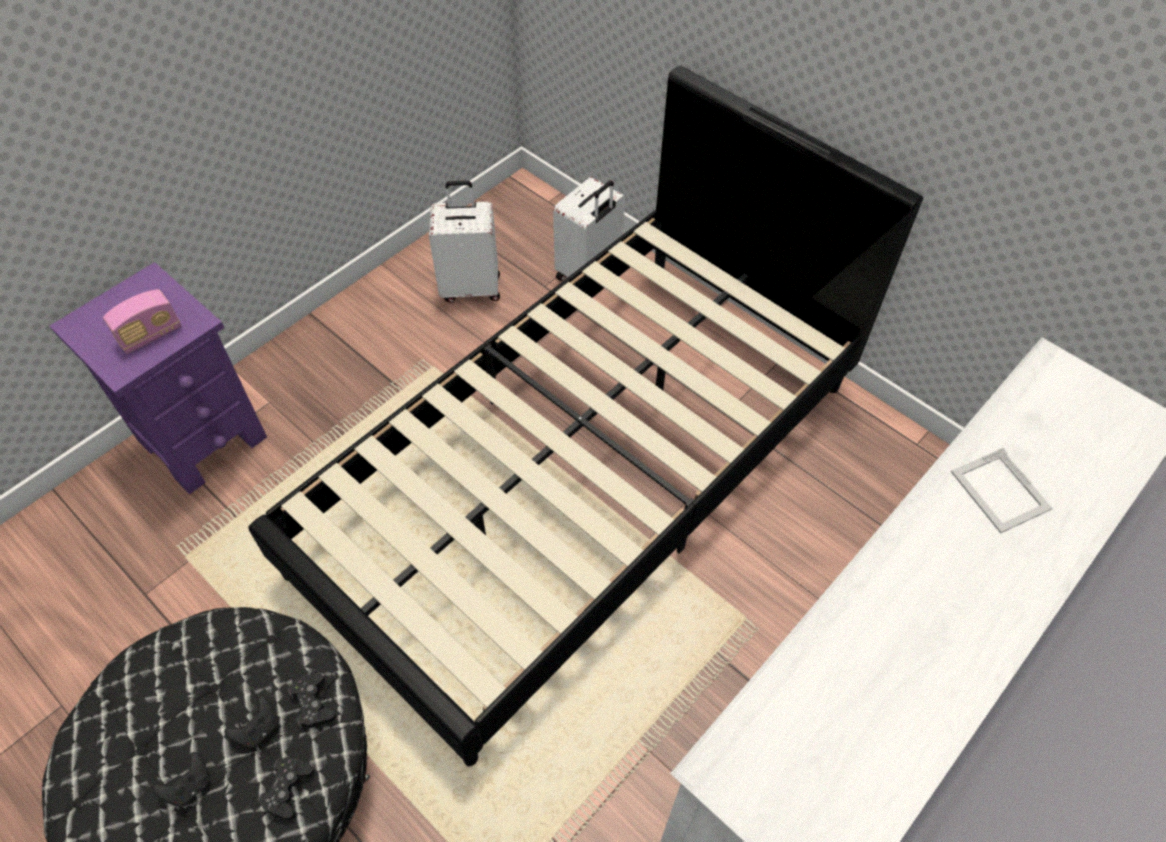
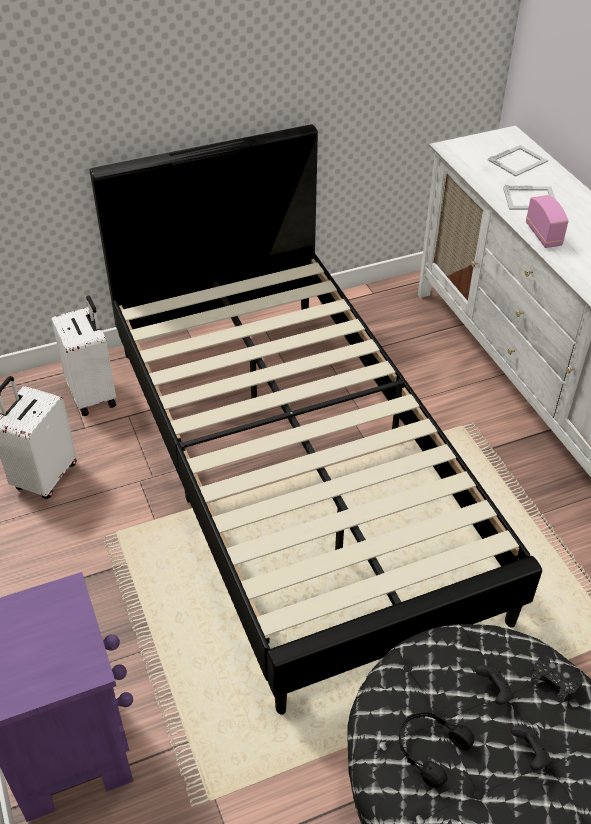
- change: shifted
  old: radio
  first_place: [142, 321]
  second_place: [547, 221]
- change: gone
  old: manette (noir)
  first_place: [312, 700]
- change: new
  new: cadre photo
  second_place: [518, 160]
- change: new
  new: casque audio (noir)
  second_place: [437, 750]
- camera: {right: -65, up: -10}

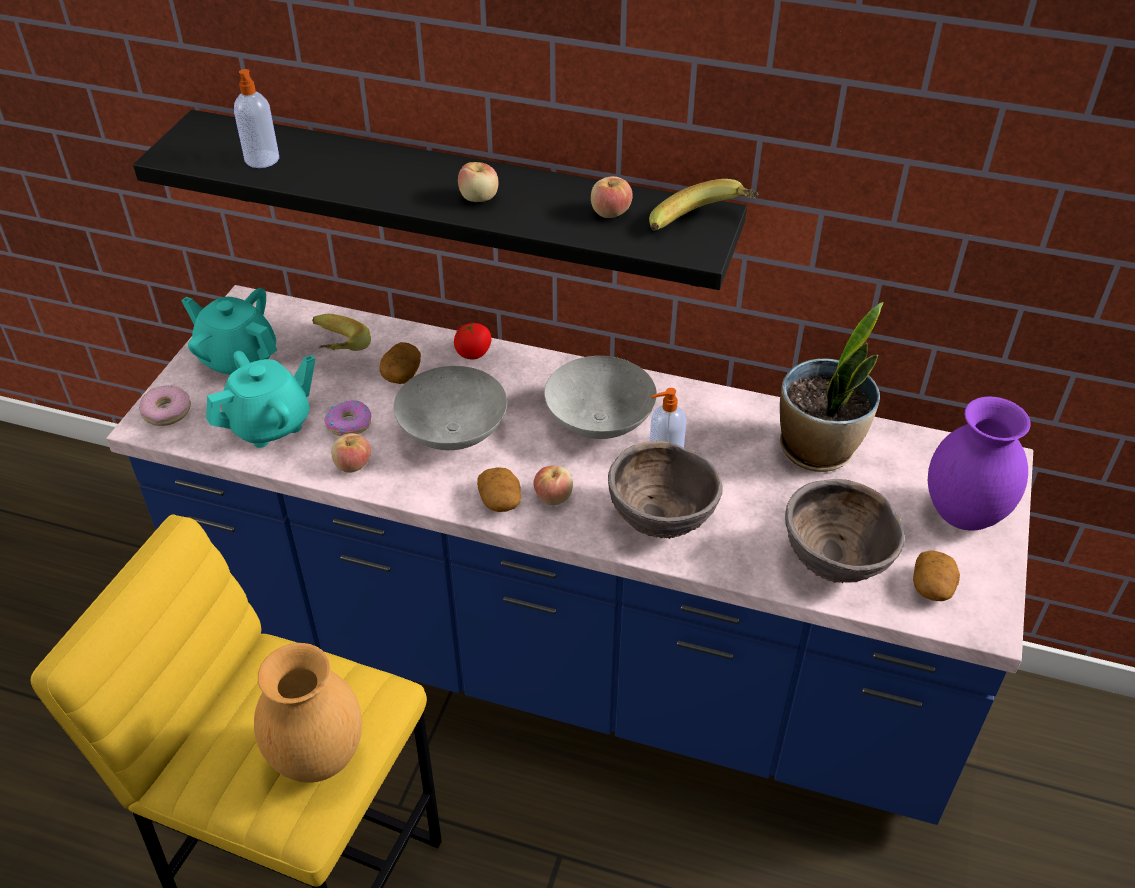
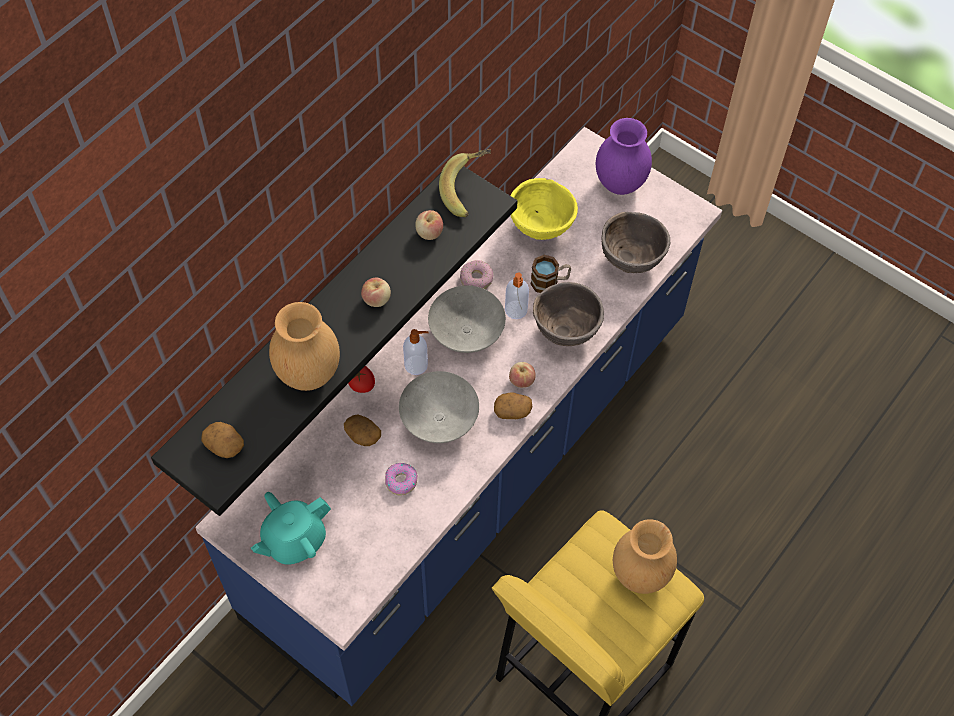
- change: shifted
  old: distributeur de savon
  first_place: [256, 118]
  second_place: [416, 352]
- change: swapped
  old: plante en pot
  new: bol (jaune)
  first_place: [831, 387]
  second_place: [544, 209]
- change: gone
  old: banane
  first_place: [341, 332]
- change: gone
  old: théière (turquoise)
  first_place: [260, 399]
- change: shifted
  old: beignet
  first_place: [165, 405]
  second_place: [476, 274]
- change: gone
  old: pomme
  first_place: [351, 453]
- change: shifted
  old: pomme de terre
  first_place: [936, 575]
  second_place: [222, 440]
- change: new
  new: mug
  second_place: [551, 274]
- change: new
  new: vase (marron)
  second_place: [304, 346]
- camera: {right: -70, up: 15}

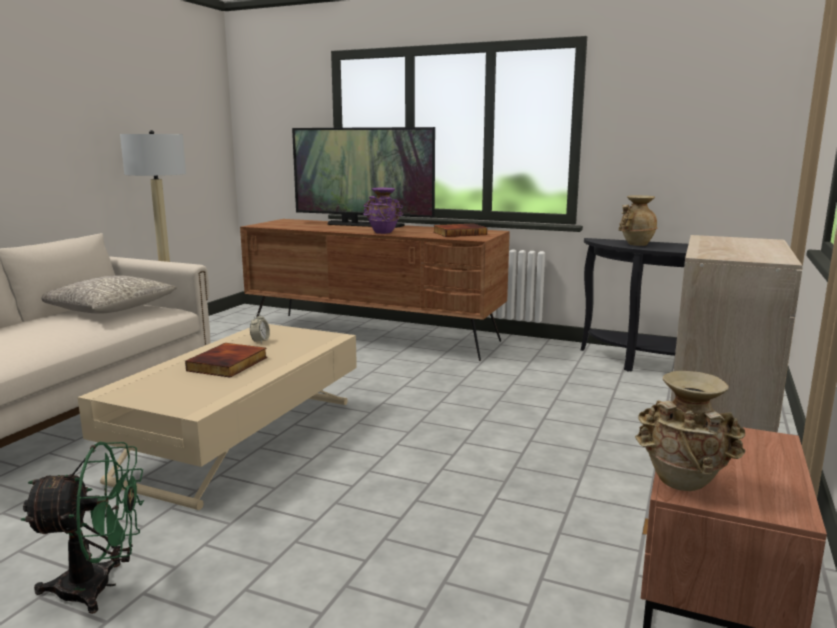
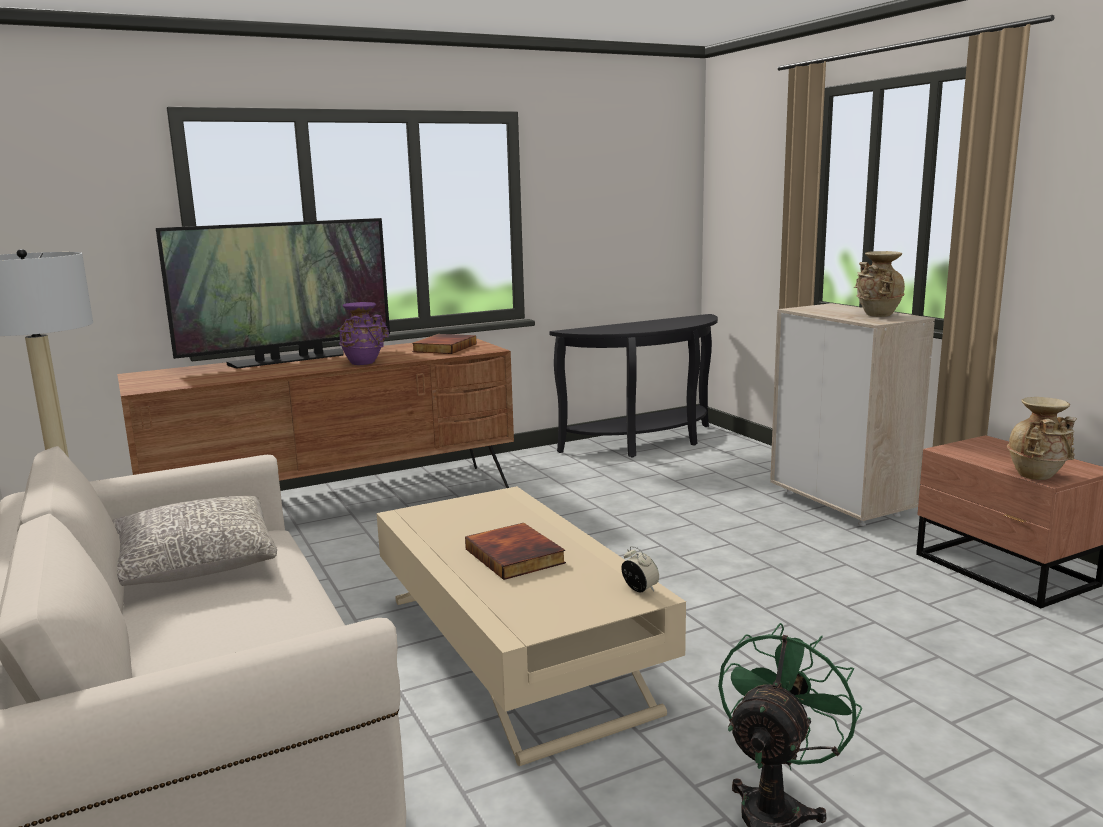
- change: shifted
  old: vase (beige)
  first_place: [638, 220]
  second_place: [879, 284]
- change: shifted
  old: réveil
  first_place: [260, 328]
  second_place: [640, 569]
- camera: {right: -50, up: 0}

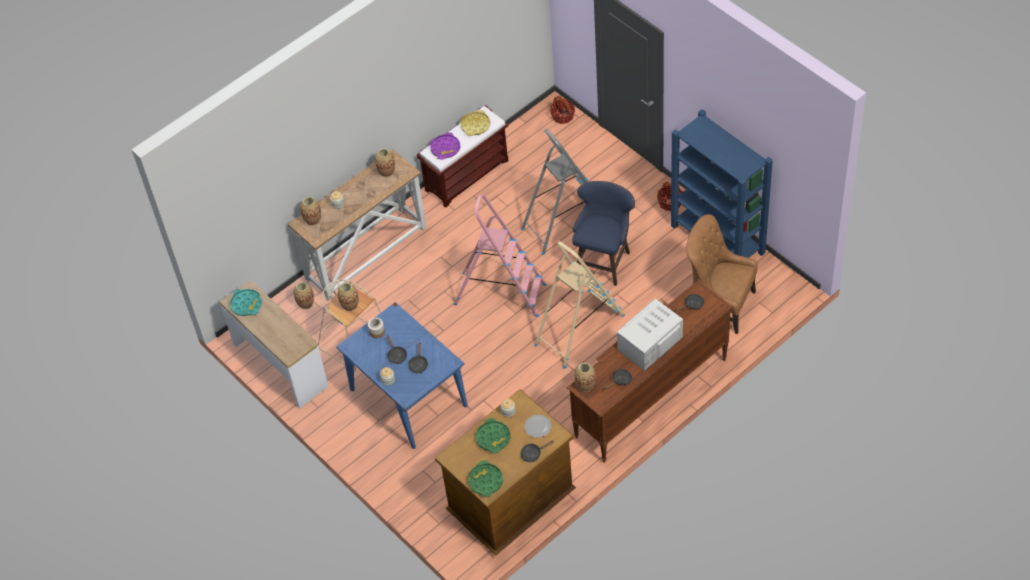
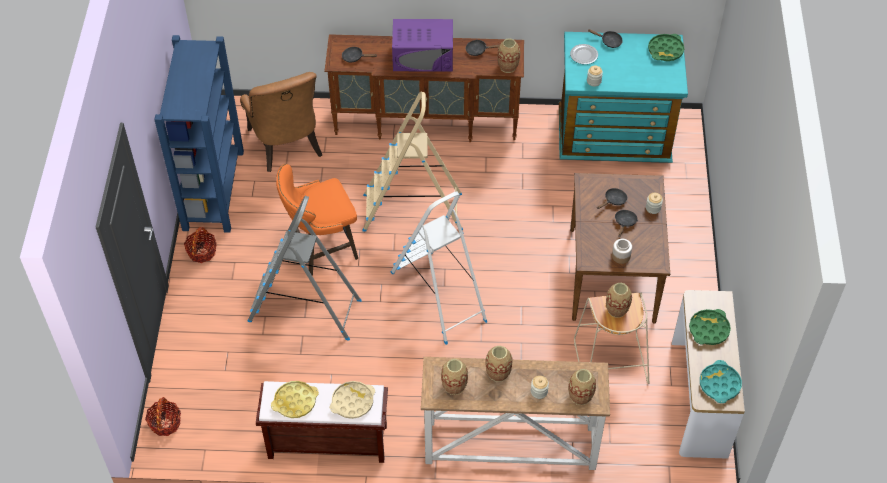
- change: repainted
  old: plateau (violet)
  new: plateau (beige)
  first_place: [445, 146]
  second_place: [352, 400]
- change: repainted
  old: tabouret (bleu)
  new: tabouret (orange)
  first_place: [603, 233]
  second_place: [317, 220]
- change: repainted
  old: escabeau (rose)
  new: escabeau (blanc)
  first_place: [500, 256]
  second_place: [439, 268]
- change: shifted
  old: vase
  first_place: [303, 295]
  second_place: [499, 364]
- change: repainted
  old: micro-ondes (blanc)
  new: micro-ondes (violet)
  first_place: [650, 335]
  second_place: [422, 45]
- change: repainted
  old: table à manger (bleu)
  new: table à manger (marron)
  first_place: [402, 375]
  second_place: [620, 248]
- change: repainted
  old: commode (marron)
  new: commode (turquoise)
  first_place: [505, 472]
  second_place: [623, 97]
- change: shifted
  old: plateau (vert)
  first_place: [493, 435]
  second_place: [710, 327]
- camera: {right: -140, up: 0}

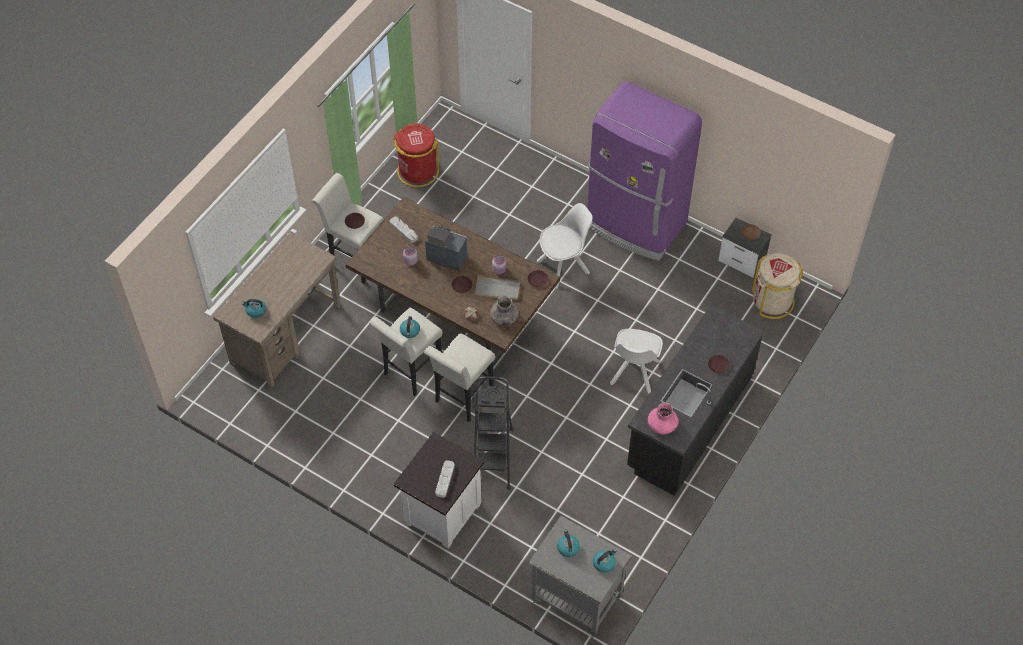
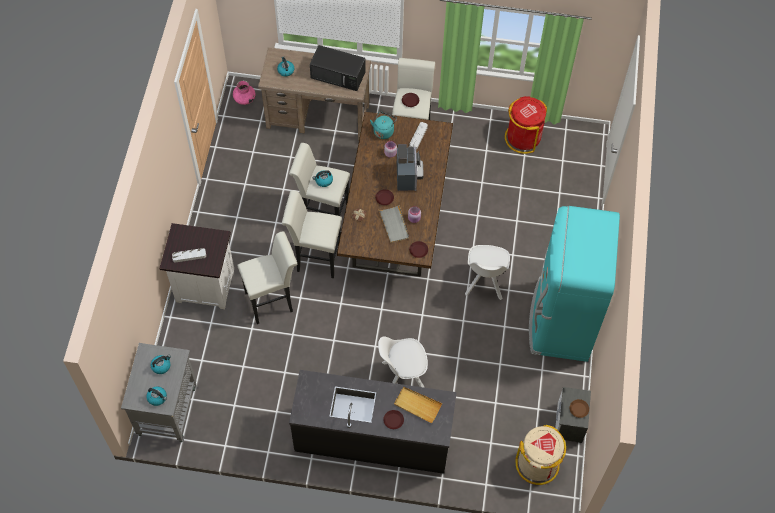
- change: repainted
  old: réfrigérateur (violet)
  new: réfrigérateur (turquoise)
  first_place: [644, 171]
  second_place: [574, 284]
- change: rotated
  old: chaise (blanc)
  first_place: [565, 245]
  second_place: [487, 272]
  degrees: 60
- change: gone
  old: vase (gris)
  first_place: [504, 310]
- change: swapped
  old: escabeau
  new: tabouret (blanc)
  first_place: [494, 433]
  second_place: [267, 277]
- change: shifted
  old: vase (rose)
  first_place: [663, 418]
  second_place: [244, 92]
- change: new
  new: micro-ondes (noir)
  second_place: [337, 68]
- change: new
  new: bouilloire (turquoise)
  second_place: [383, 125]
- change: new
  new: plateau (beige)
  second_place: [418, 405]
- camera: {right: 65, up: 5}

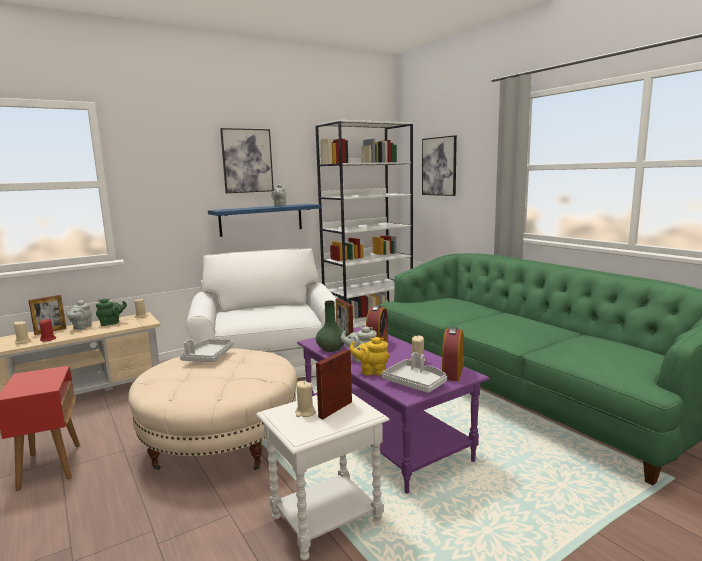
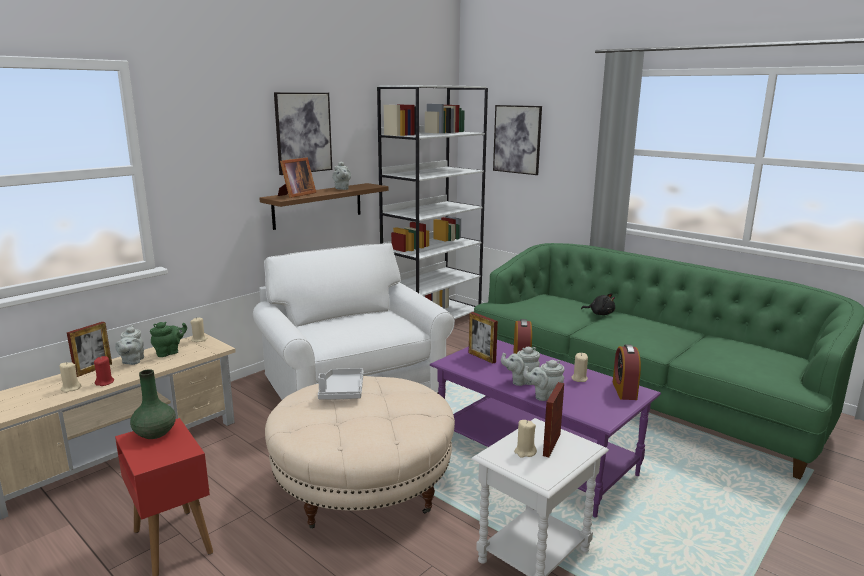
- change: repainted
  old: étagère (bleu)
  new: étagère (marron)
  first_place: [264, 220]
  second_place: [324, 206]
- change: shifted
  old: vase (vert)
  first_place: [331, 326]
  second_place: [153, 404]
- change: repainted
  old: théière (jaune)
  new: théière (gris)
  first_place: [369, 356]
  second_place: [544, 380]
- change: gone
  old: plateau (gris)
  first_place: [414, 372]
- change: new
  new: cadre photo
  second_place: [297, 177]
- change: new
  new: peluche (noir)
  second_place: [598, 304]
- camera: {right: -15, up: 5}

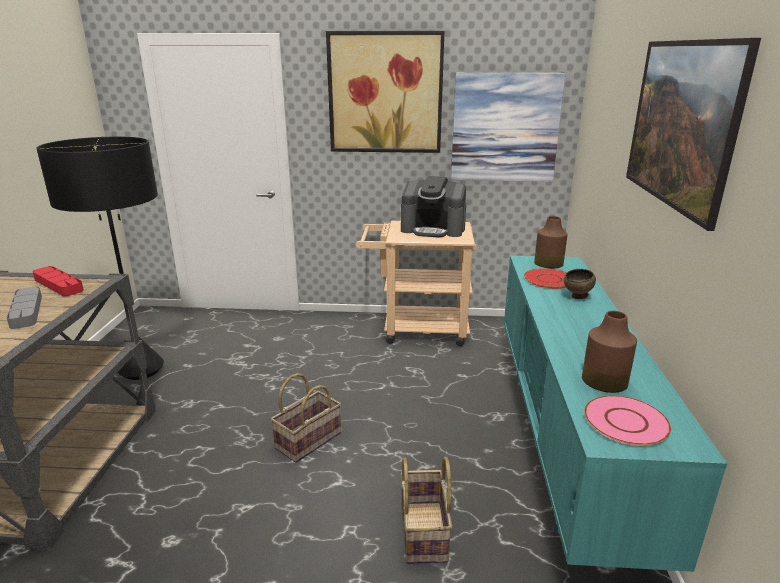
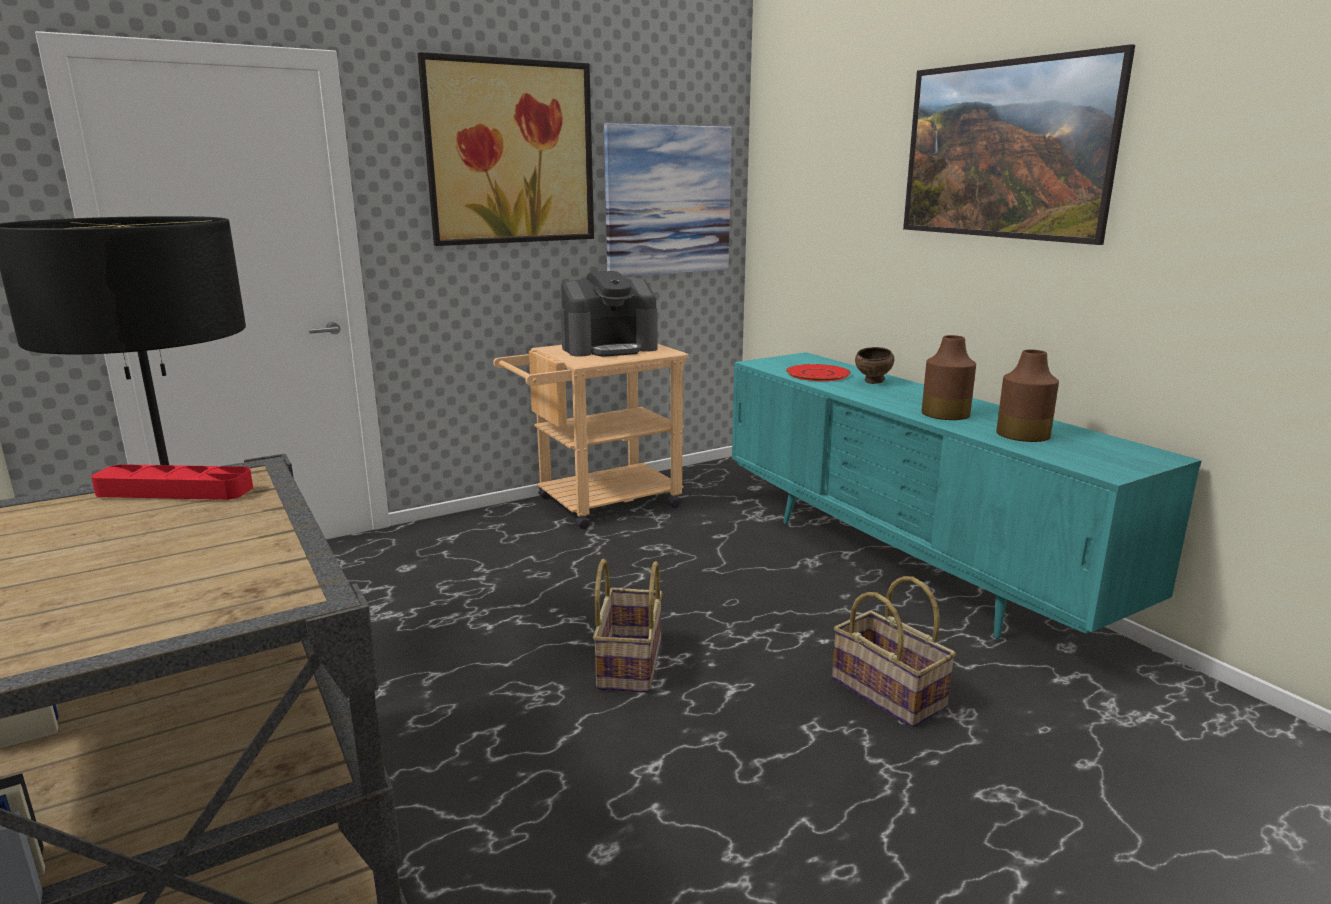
- change: shifted
  old: vase (marron)
  first_place: [551, 242]
  second_place: [948, 377]
- change: gone
  old: plateau (gris)
  first_place: [24, 308]
- change: gone
  old: assiette (rose)
  first_place: [627, 420]
- camera: {right: -35, up: -5}

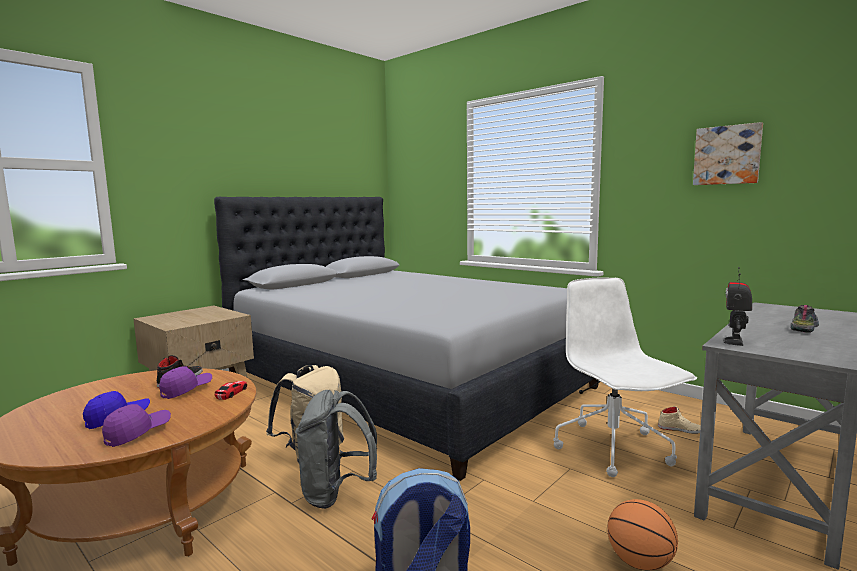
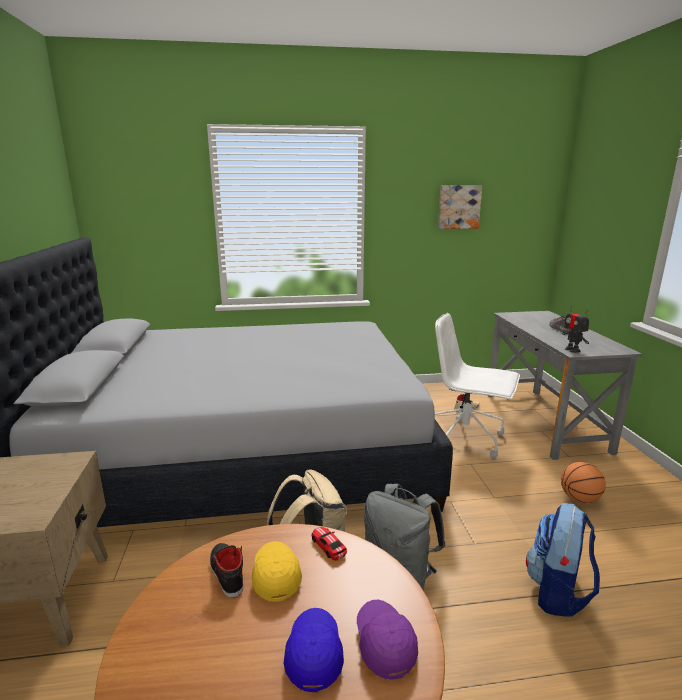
- change: repainted
  old: casquette (violet)
  new: casquette (jaune)
  first_place: [185, 382]
  second_place: [277, 571]
- camera: {right: -50, up: 10}

